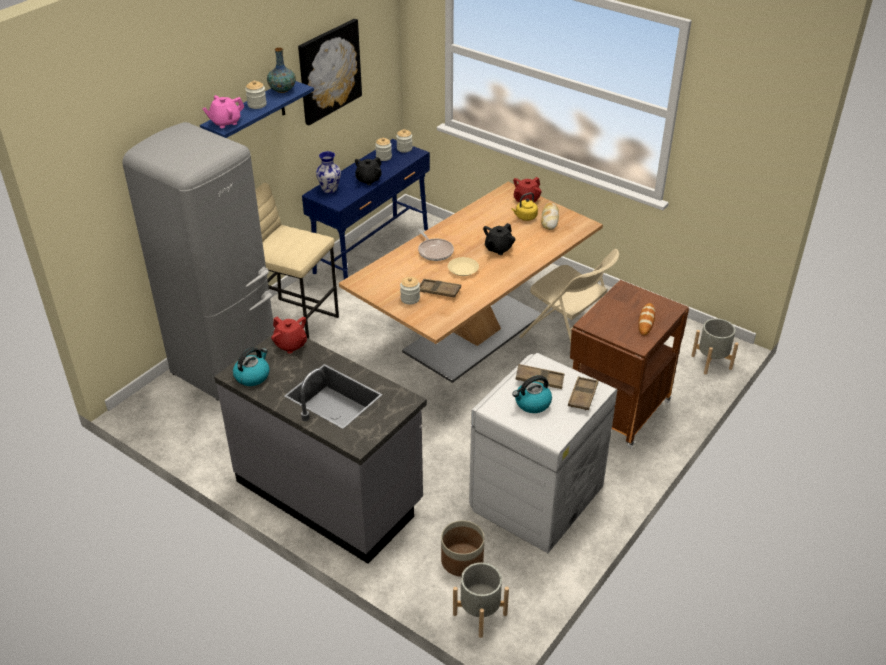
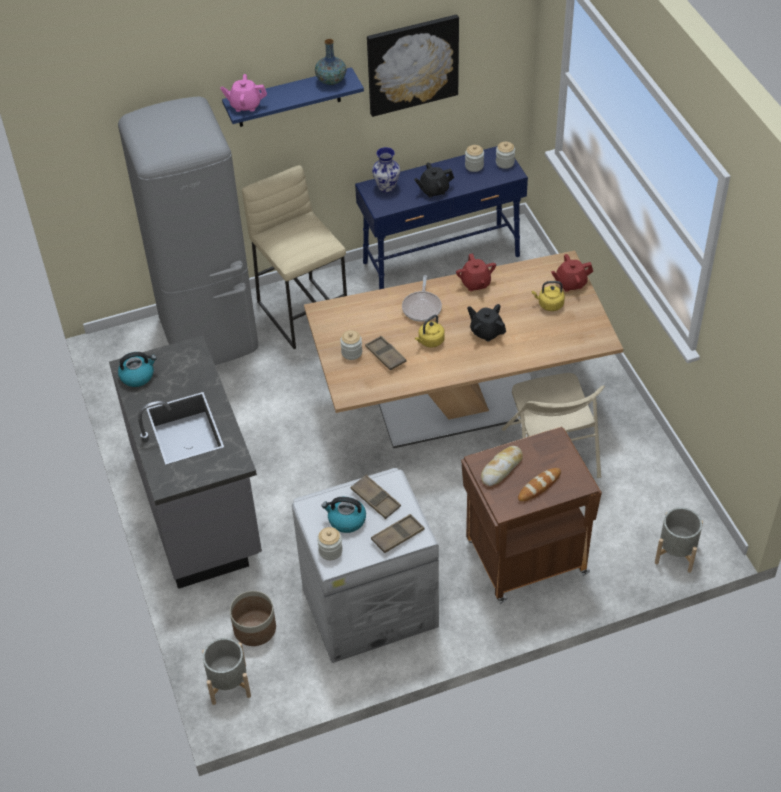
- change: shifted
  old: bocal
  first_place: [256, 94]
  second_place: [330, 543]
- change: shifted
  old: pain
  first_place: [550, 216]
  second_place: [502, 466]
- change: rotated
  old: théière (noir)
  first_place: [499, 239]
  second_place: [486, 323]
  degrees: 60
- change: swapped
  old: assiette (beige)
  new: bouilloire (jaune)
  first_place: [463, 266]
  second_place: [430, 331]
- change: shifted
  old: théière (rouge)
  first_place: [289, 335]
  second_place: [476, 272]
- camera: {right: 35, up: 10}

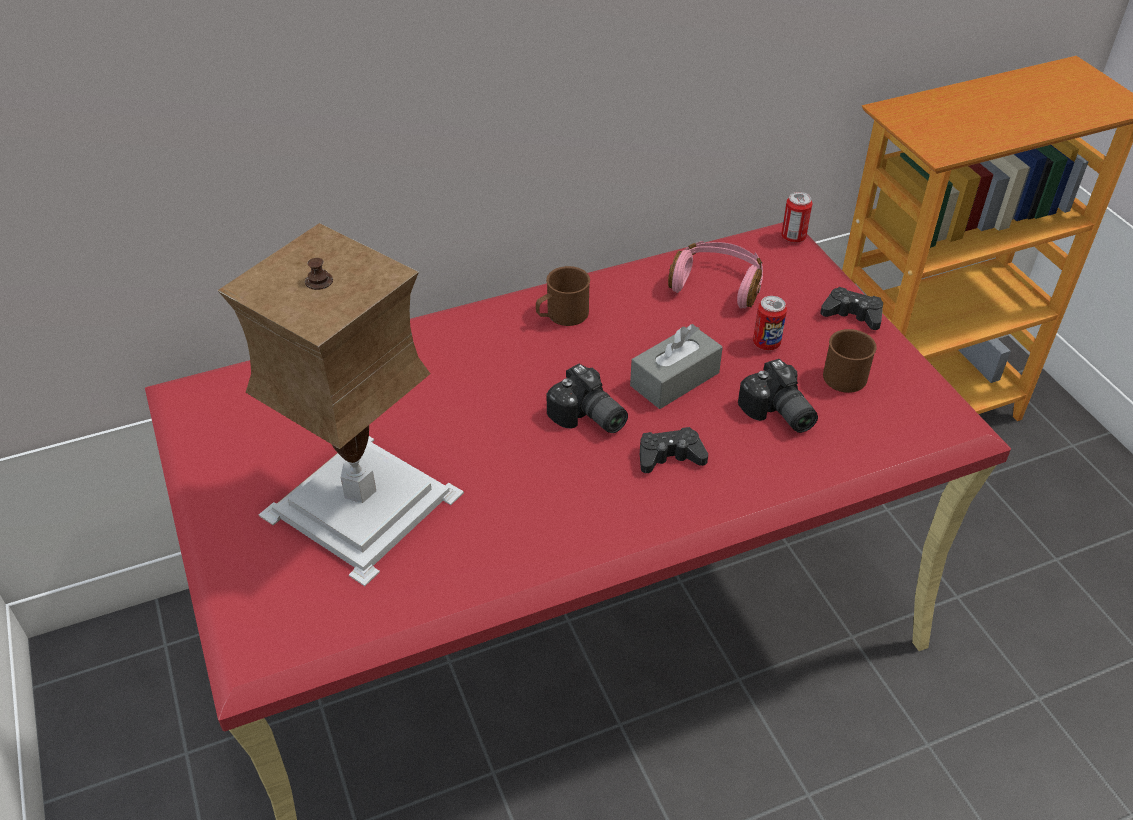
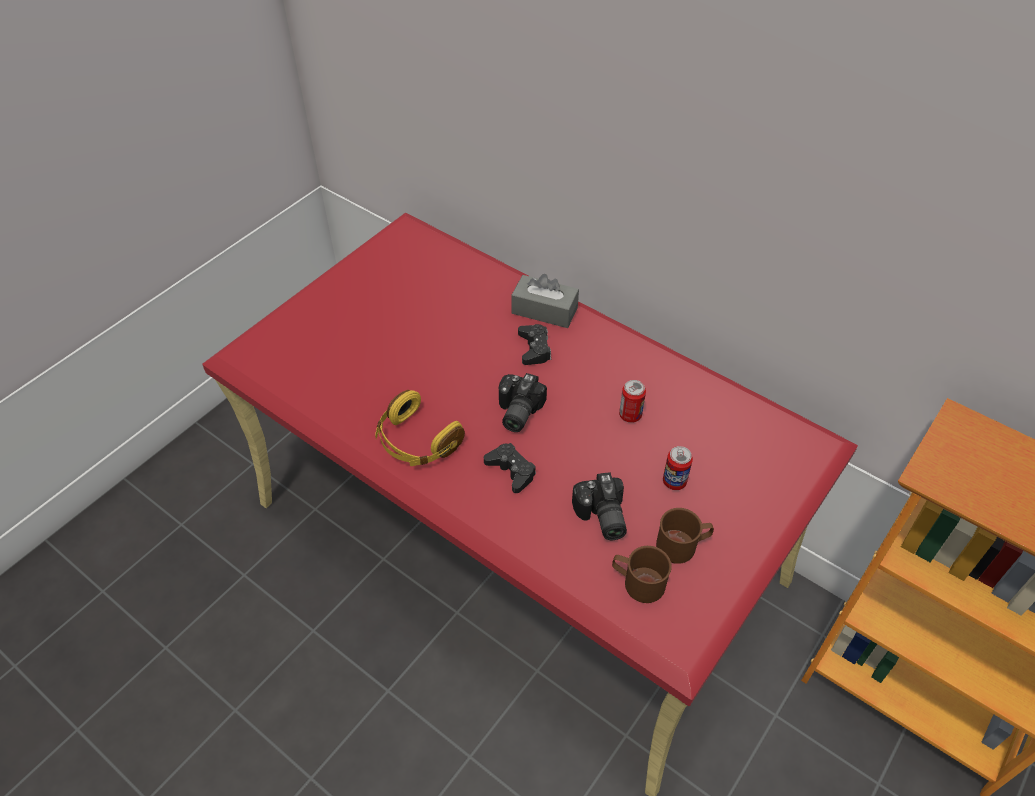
- change: shifted
  old: boîte métallique
  first_place: [796, 217]
  second_place: [632, 401]
- change: gone
  old: lampe de table
  first_place: [340, 404]
- change: gone
  old: casque audio (rose)
  first_place: [715, 274]
- change: shifted
  old: mug (marron)
  first_place: [563, 296]
  second_place: [642, 574]
- change: shifted
  old: manette (noir)
  first_place: [851, 308]
  second_place: [534, 344]
- change: shifted
  old: boîte à mouchoirs (gris)
  first_place: [676, 366]
  second_place: [545, 301]
- change: rotated
  old: appareil photo
  first_place: [778, 396]
  second_place: [599, 506]
  degrees: -45
- change: new
  new: casque audio (jaune)
  second_place: [420, 428]
- camera: {right: 60, up: 5}

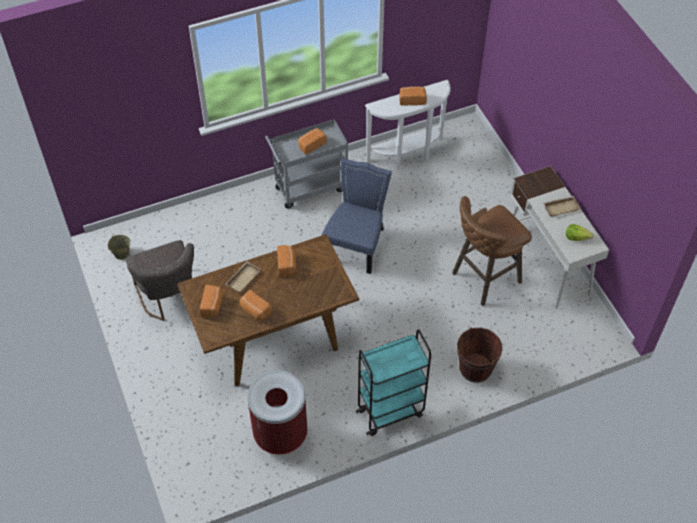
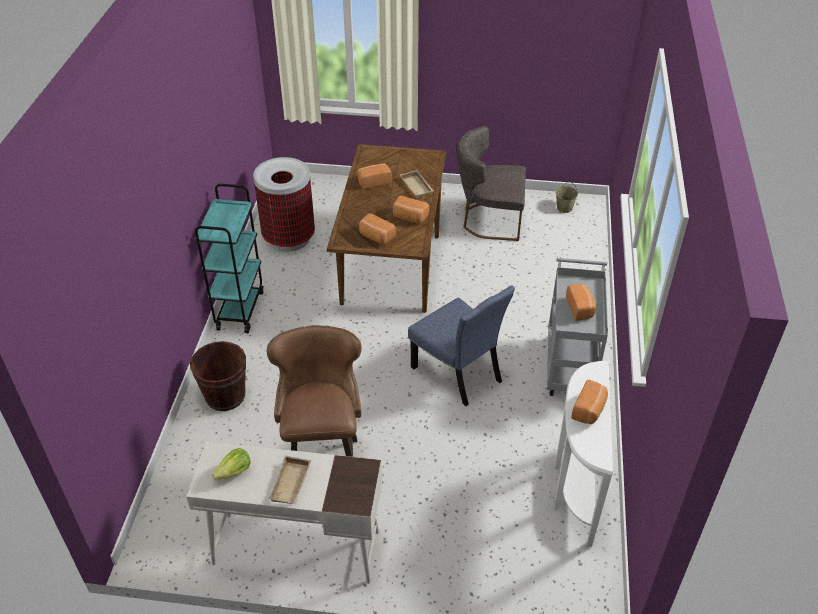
- change: shifted
  old: pain
  first_place: [211, 301]
  second_place: [377, 228]
- camera: {right: 120, up: -10}

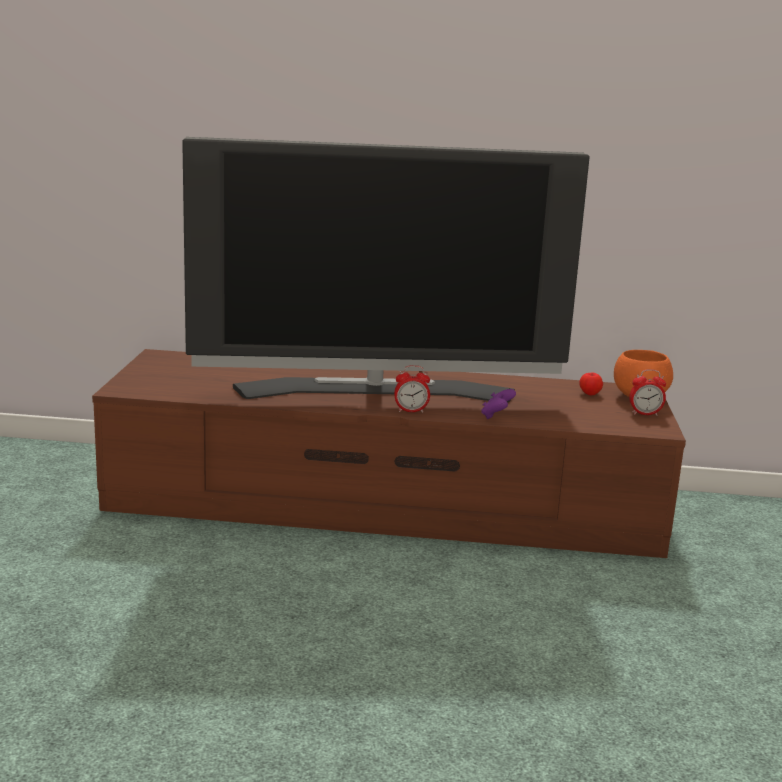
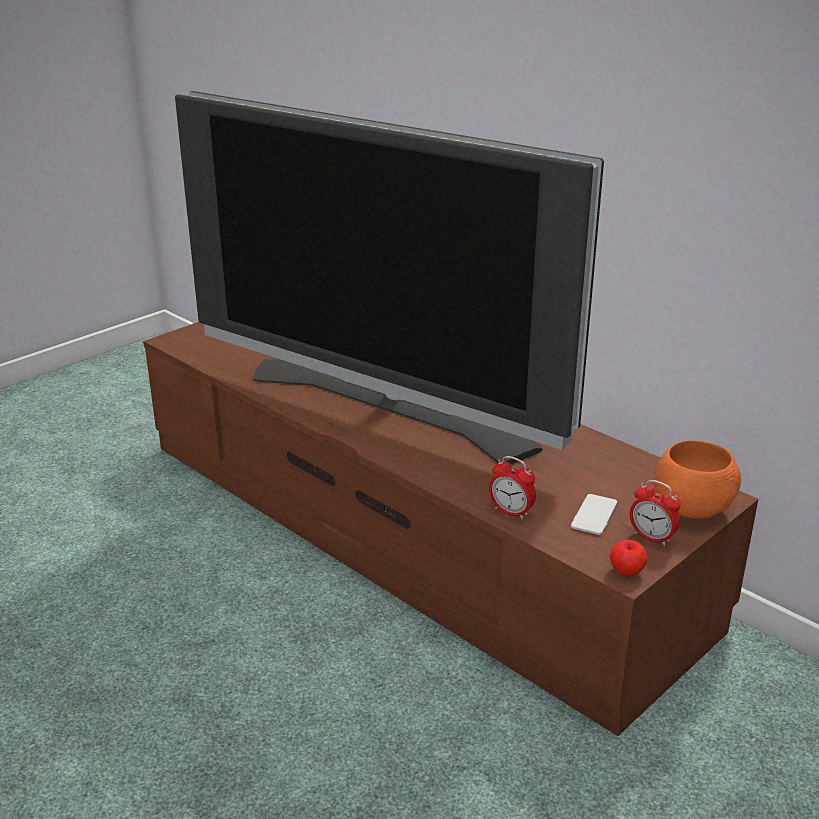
- change: shifted
  old: réveil
  first_place: [412, 389]
  second_place: [512, 488]
- change: shifted
  old: pomme
  first_place: [591, 384]
  second_place: [629, 558]
- change: gone
  old: manette (violet)
  first_place: [498, 404]
- change: new
  new: téléphone
  second_place: [594, 514]
- camera: {right: 40, up: 10}

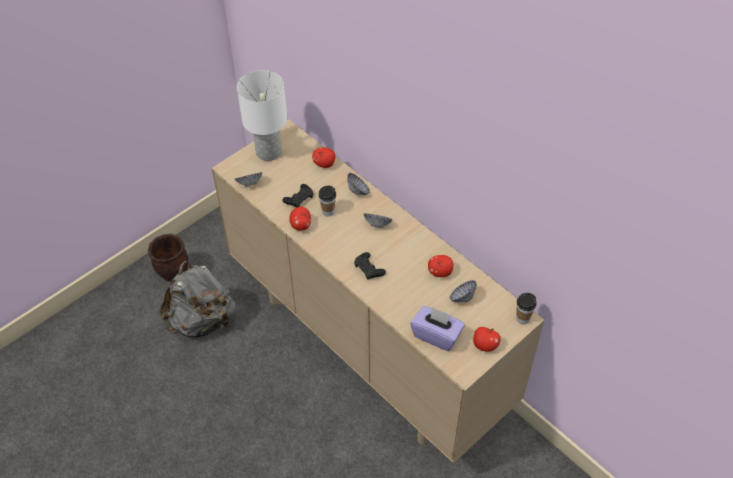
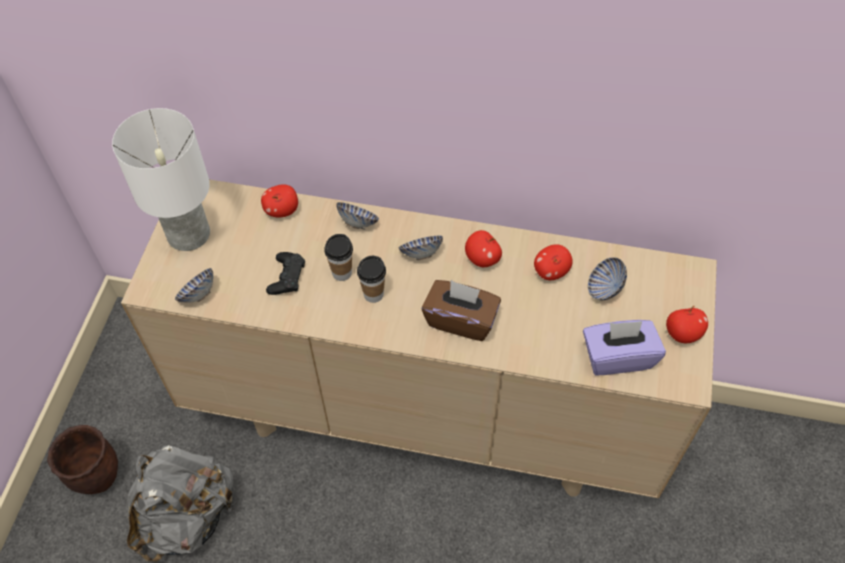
- change: shifted
  old: pomme
  first_place: [300, 219]
  second_place: [483, 248]
- change: swapped
  old: manette (noir)
  new: boîte à mouchoirs (marron)
  first_place: [370, 266]
  second_place: [461, 310]
- change: shifted
  old: tasse
  first_place: [526, 309]
  second_place: [371, 279]
- camera: {right: -35, up: 5}

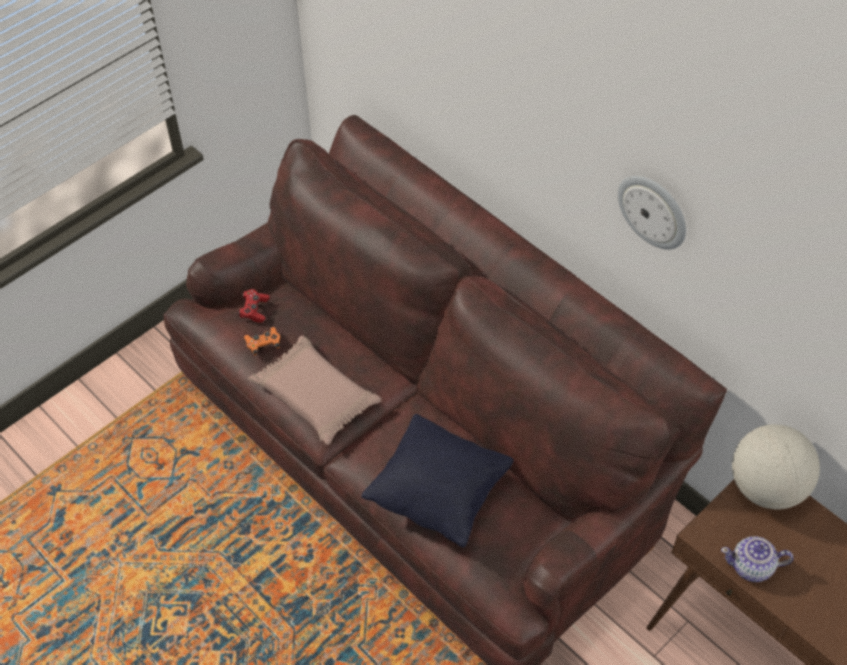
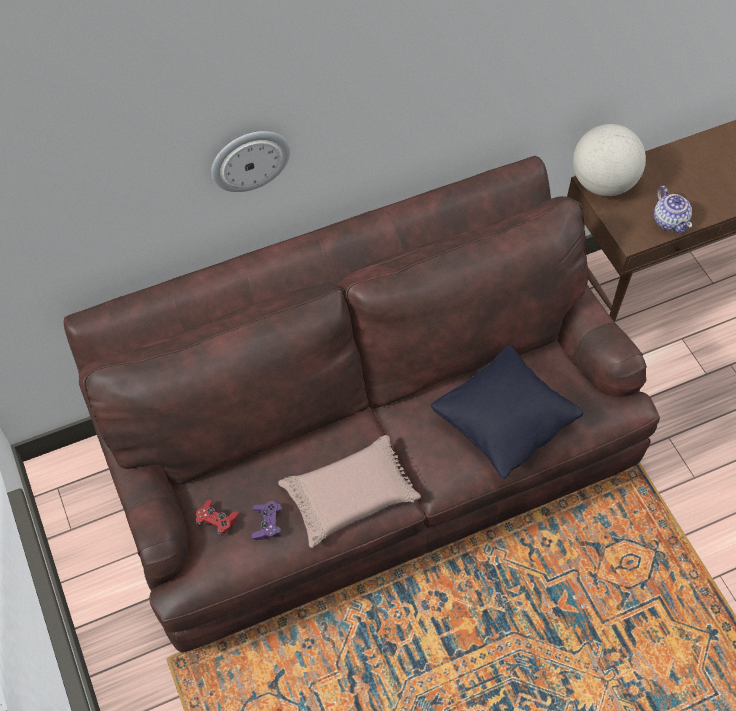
- change: shifted
  old: horloge murale
  first_place: [652, 213]
  second_place: [250, 161]
- change: repainted
  old: manette (orange)
  new: manette (violet)
  first_place: [262, 341]
  second_place: [267, 520]
- change: rotated
  old: théière
  first_place: [757, 559]
  second_place: [673, 209]
  degrees: -45
- camera: {right: -70, up: 5}

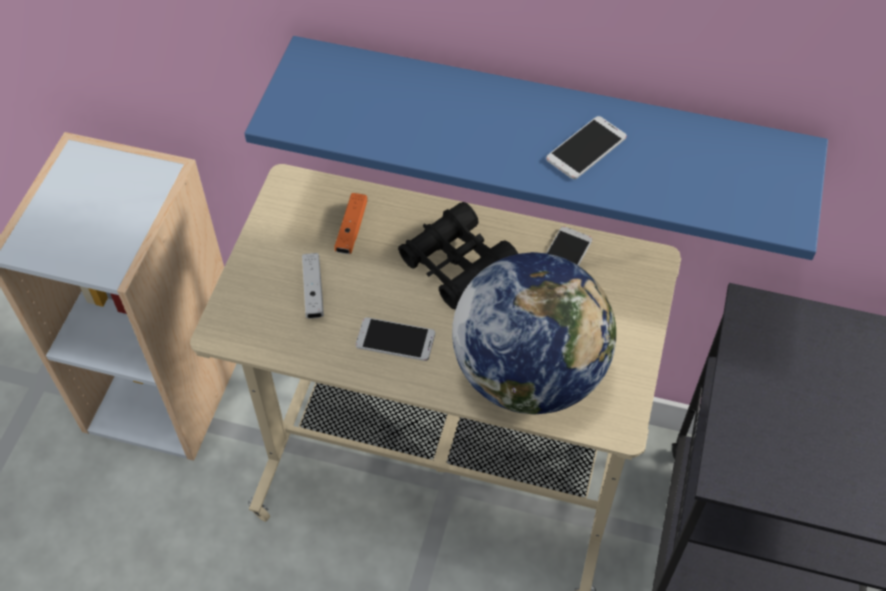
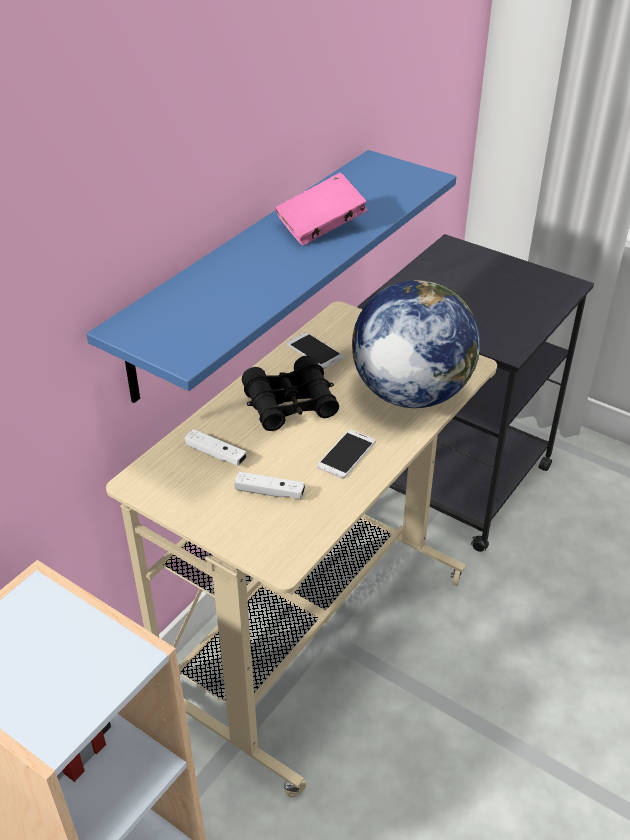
- change: swapped
  old: téléphone
  new: livre (rose)
  first_place: [586, 147]
  second_place: [322, 209]
- change: repainted
  old: manette (orange)
  new: manette (blanc)
  first_place: [350, 223]
  second_place: [216, 447]
- camera: {right: -70, up: -15}

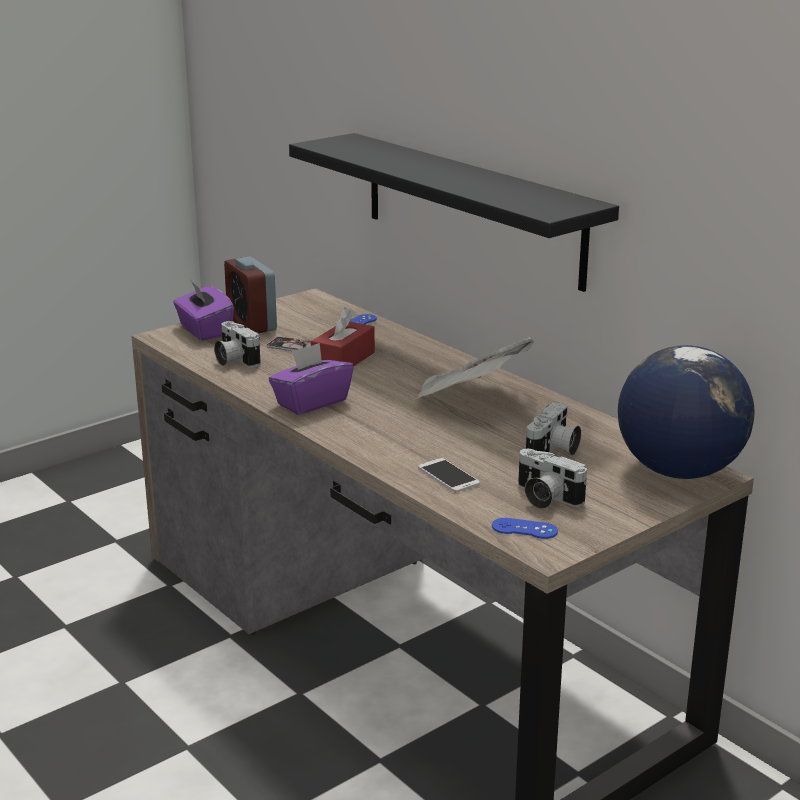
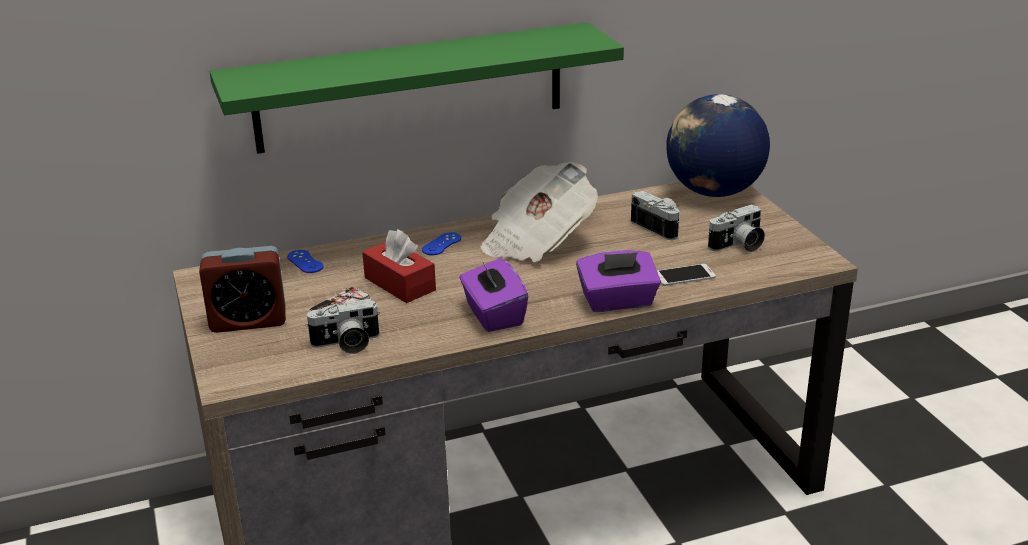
- change: repainted
  old: étagère (noir)
  new: étagère (vert)
  first_place: [454, 212]
  second_place: [417, 88]
- change: shifted
  old: boîte à mouchoirs (violet)
  first_place: [203, 311]
  second_place: [618, 281]
- change: shifted
  old: manette (bleu)
  first_place: [525, 528]
  second_place: [441, 243]
- camera: {right: -70, up: 5}

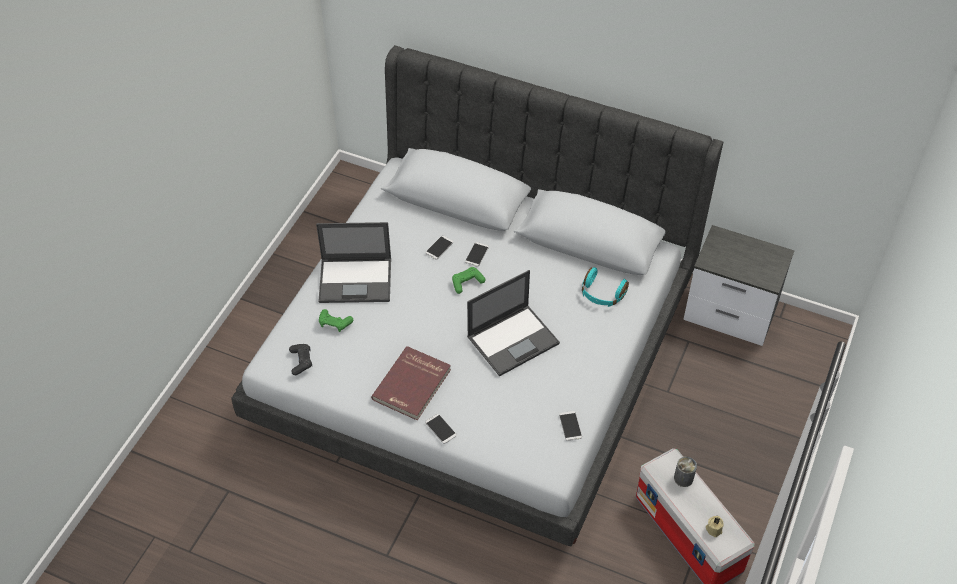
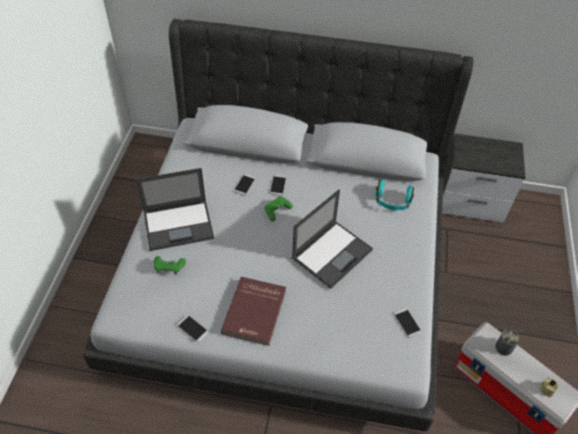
- change: gone
  old: manette (noir)
  first_place: [300, 359]
- change: shifted
  old: téléphone
  first_place: [441, 429]
  second_place: [192, 328]
- camera: {right: -15, up: 0}

